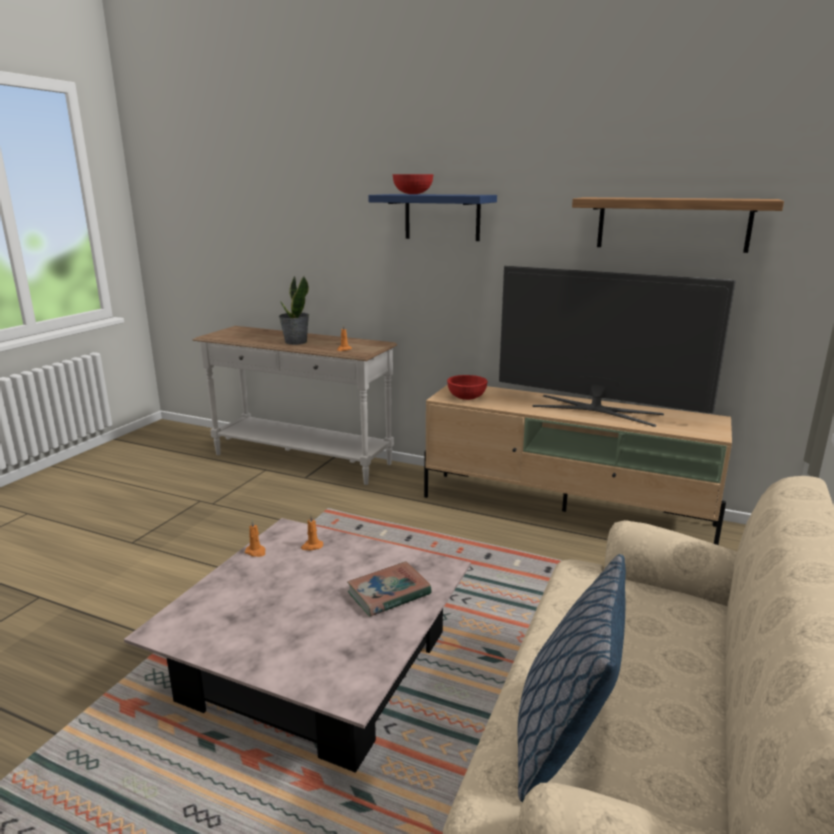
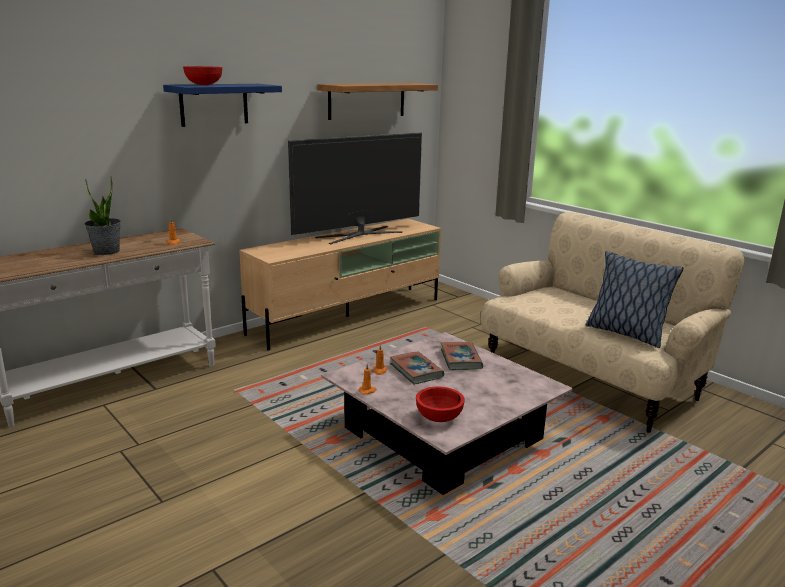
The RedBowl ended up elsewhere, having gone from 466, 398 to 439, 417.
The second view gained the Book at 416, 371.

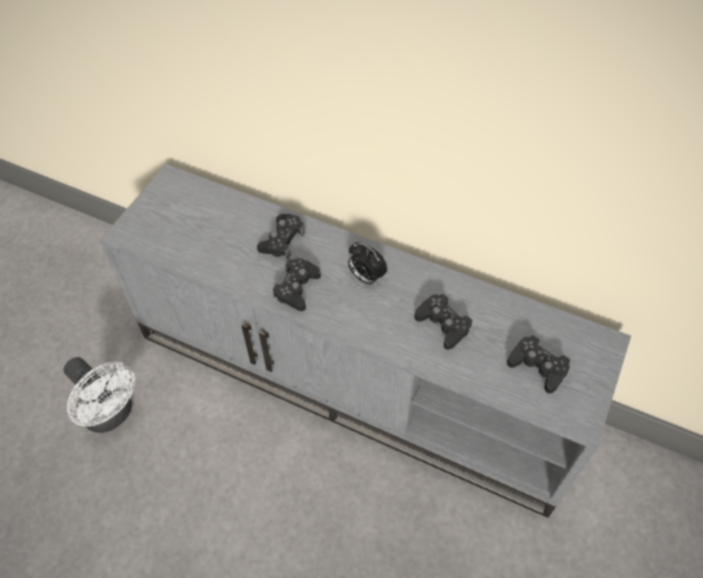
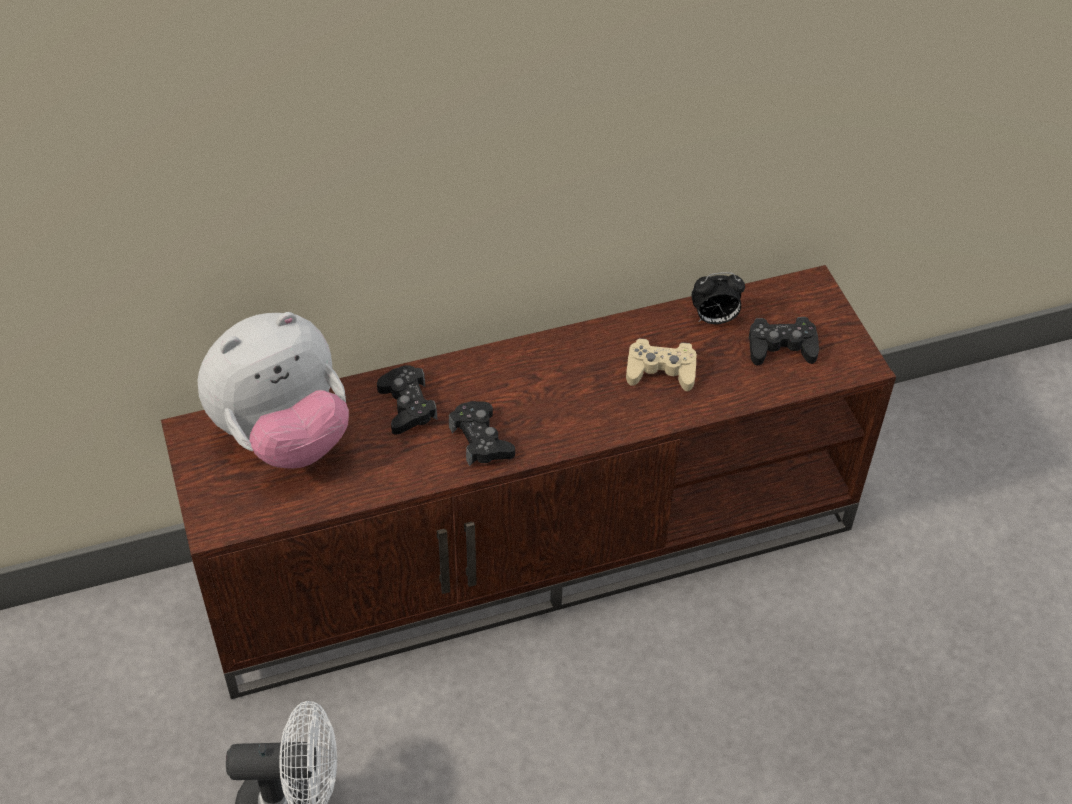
What was the GreyTvStand at 356, 378 turned into the BrownTvStand at 533, 547.
The AlarmClock ended up elsewhere, having gone from 366, 277 to 714, 319.
What was the BlackGameController at 443, 324 turned into the BeigeGameController at 660, 371.
The second view gained the PlushToy at 283, 436.

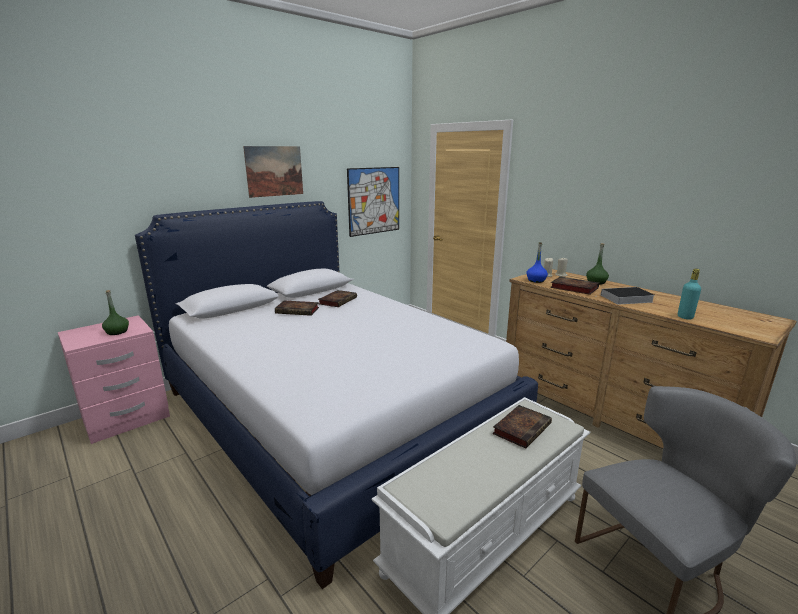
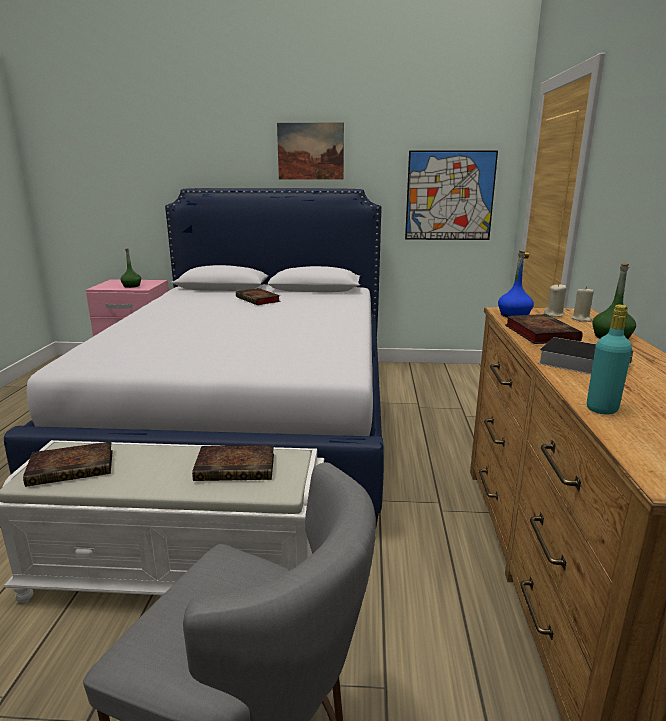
The Book ended up elsewhere, having gone from 338, 300 to 74, 467.

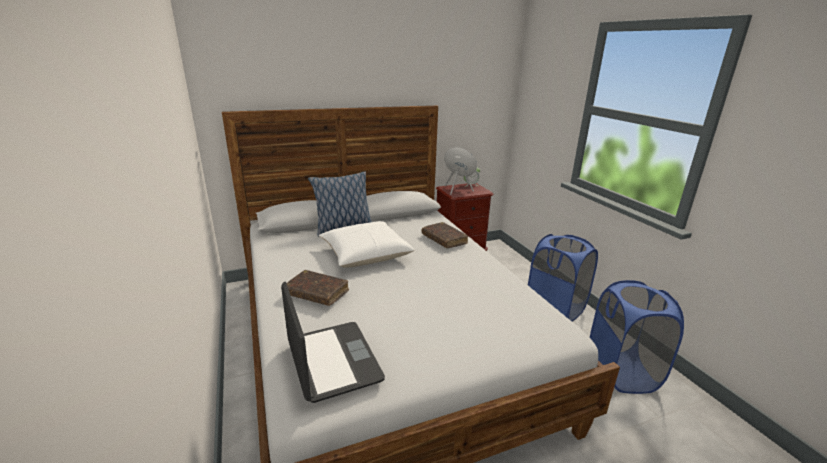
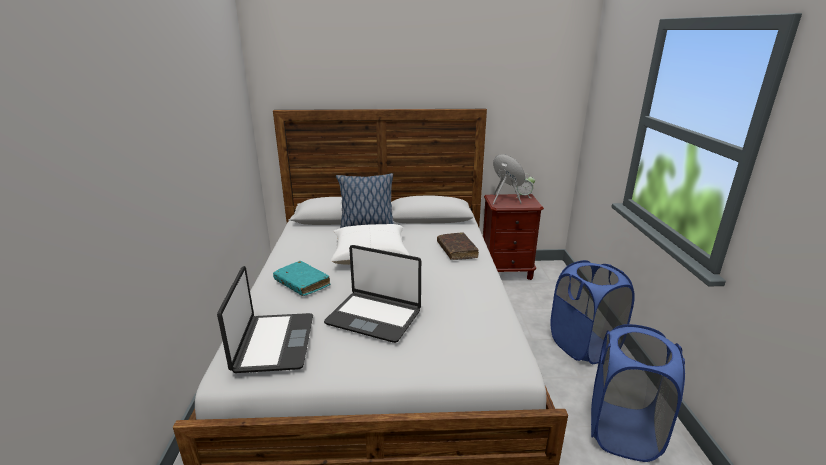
What was the BrownBook at 317, 293 turned into the TurquoiseBook at 302, 283.
The second view gained the Laptop at 374, 316.

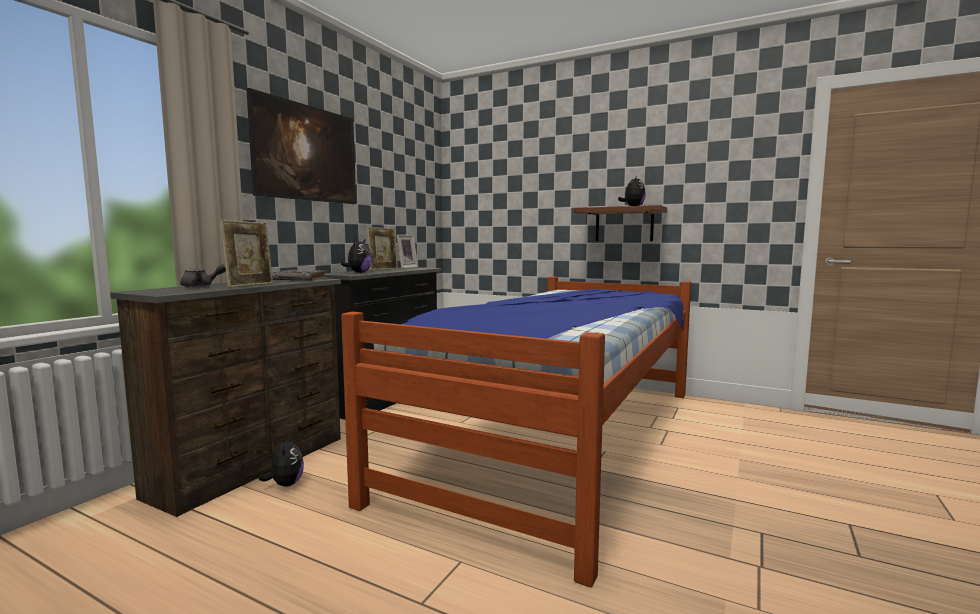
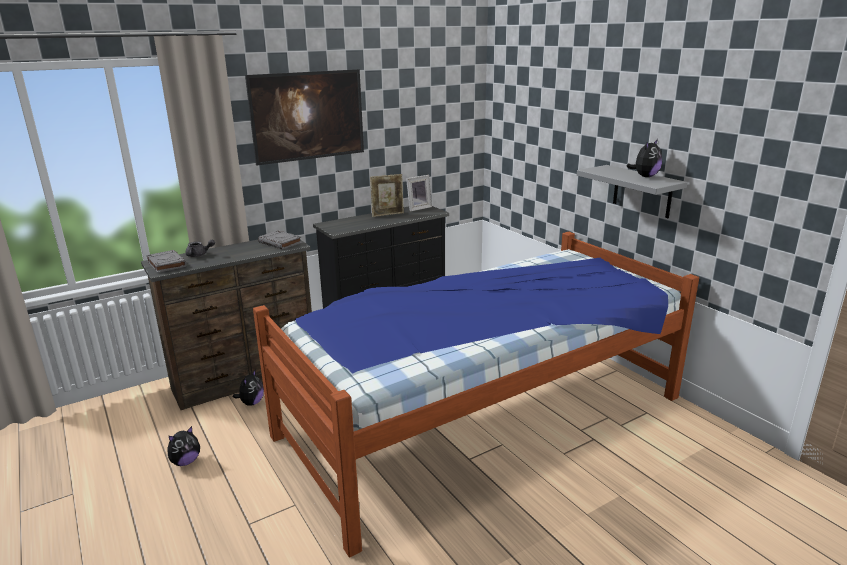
What was the BrownShelf at 624, 224 turned into the GreyShelf at 642, 191.
The second view lost the PictureFrame at 250, 285.
The PlushToy ended up elsewhere, having gone from 359, 272 to 185, 462.
The second view gained the GreyBook at 166, 264.

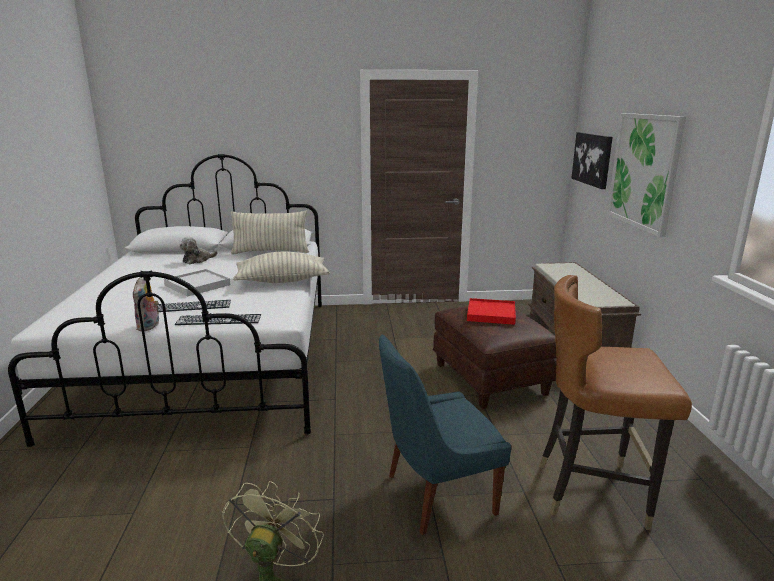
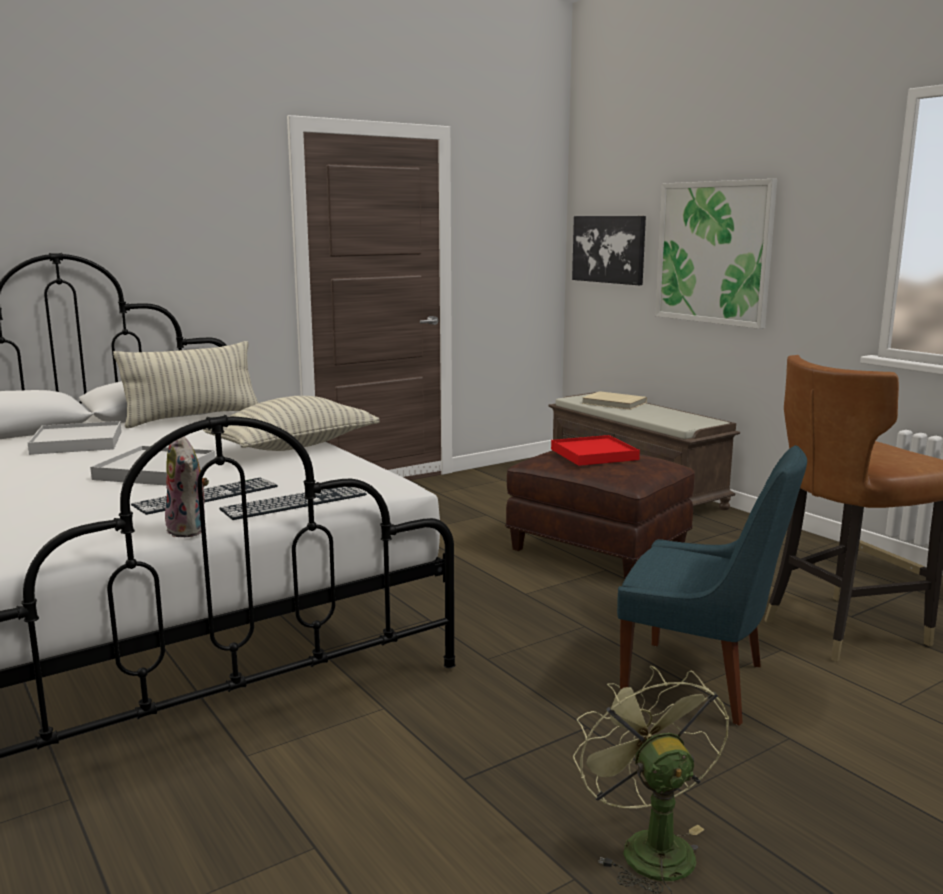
Where the PlushToy stood at 197, 260, the WhiteTray came to stand at 78, 442.
The BlueChair at 436, 495 ended up facing another way, 105 degrees counterclockwise from before.
The second view gained the BeigeBook at 613, 403.

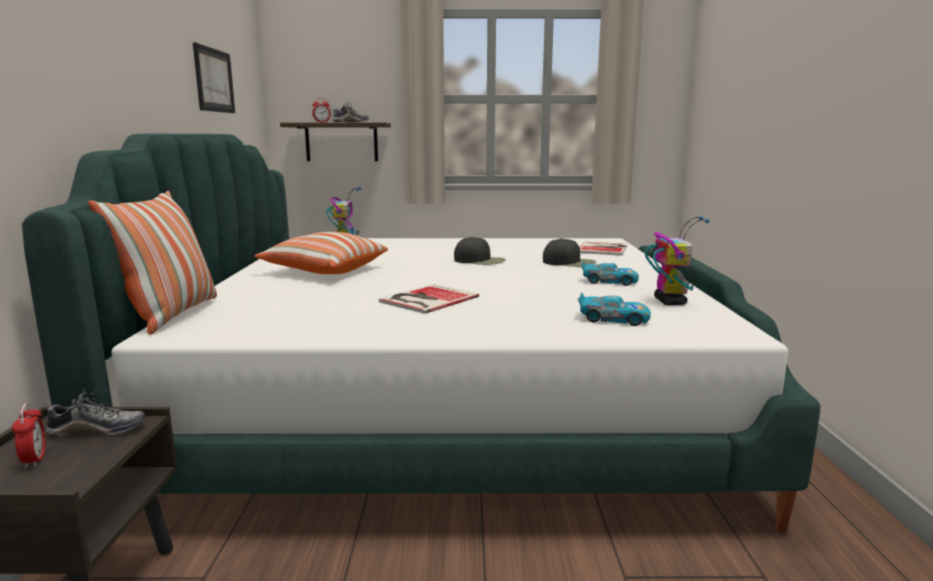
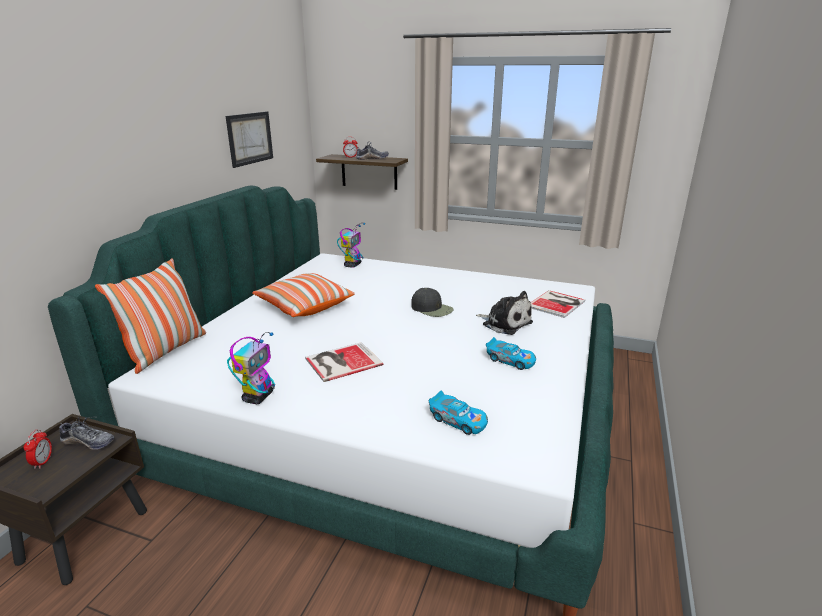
The ToyRobot ended up elsewhere, having gone from 669, 301 to 258, 397.
Where the BlackCap stood at 570, 262, the PlushToy came to stand at 505, 323.

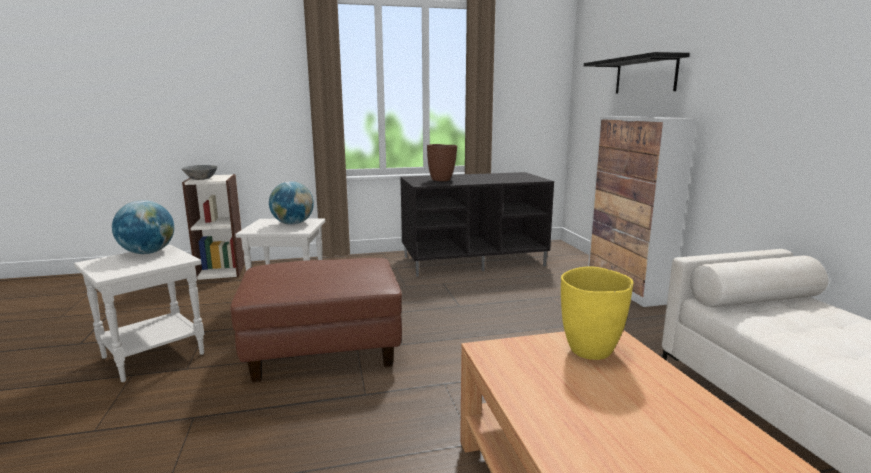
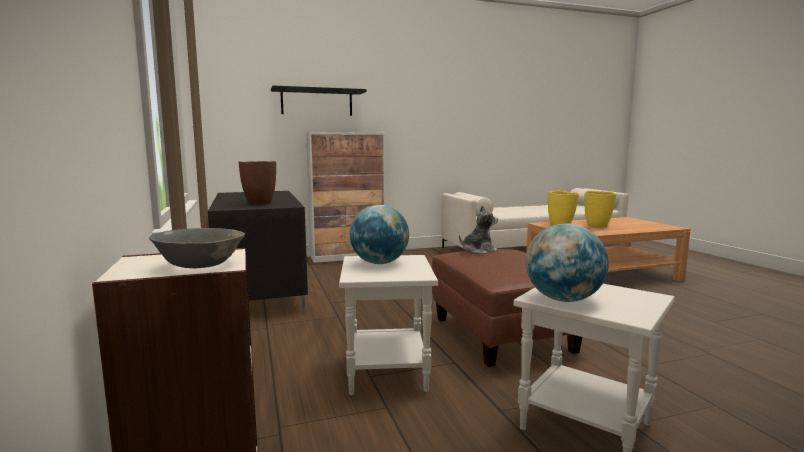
The second view gained the YellowVase at 597, 226.
The second view gained the PlushToy at 478, 251.

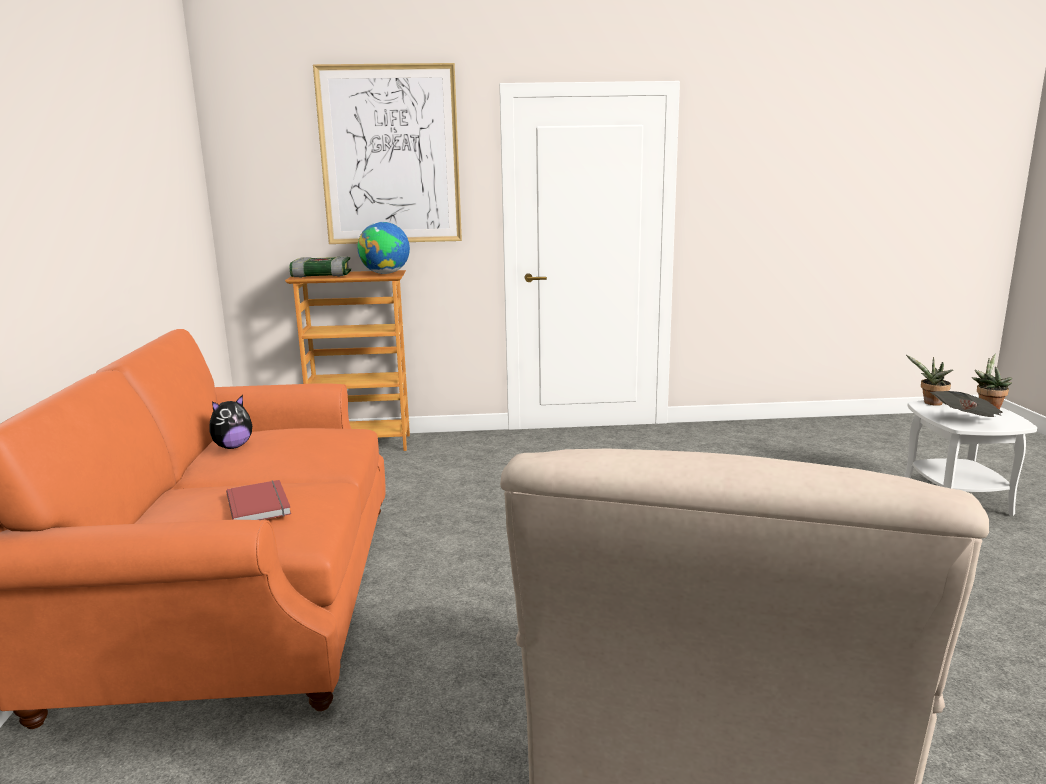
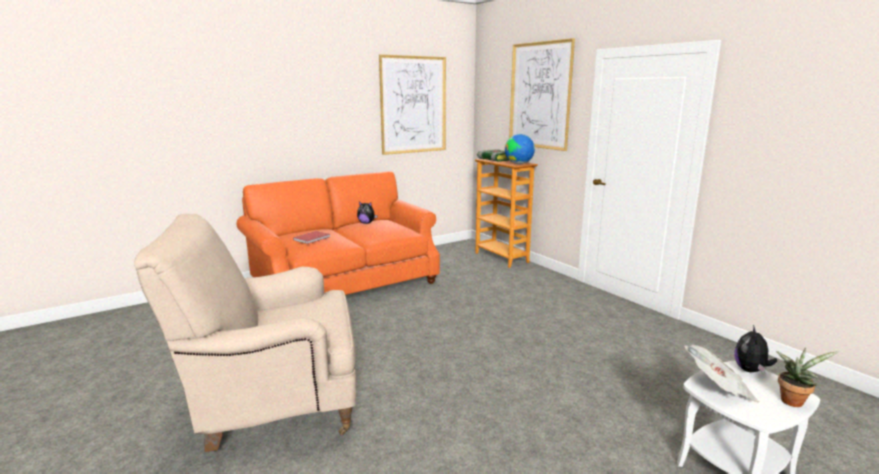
Where the PottedPlant stood at 930, 403, the PlushToy came to stand at 750, 370.
The second view gained the Picture at 413, 105.

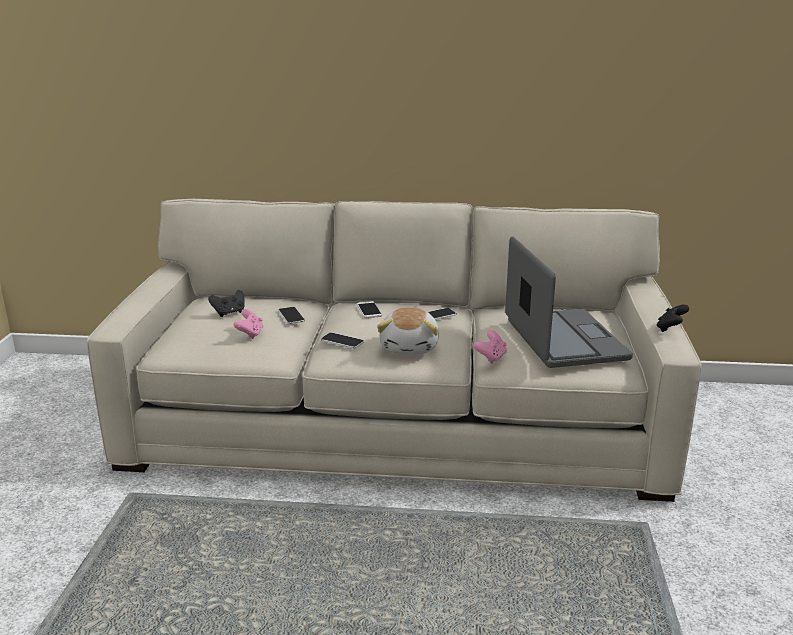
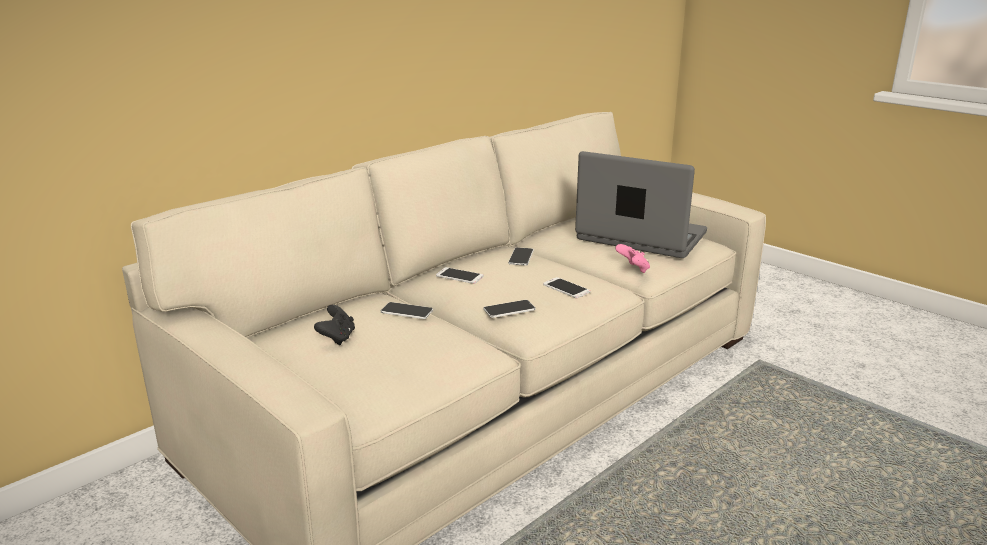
The second view lost the BlackGameController at 670, 329.
Where the PlushToy stood at 410, 347, the Phone came to stand at 566, 288.
The second view lost the PinkGameController at 250, 334.

